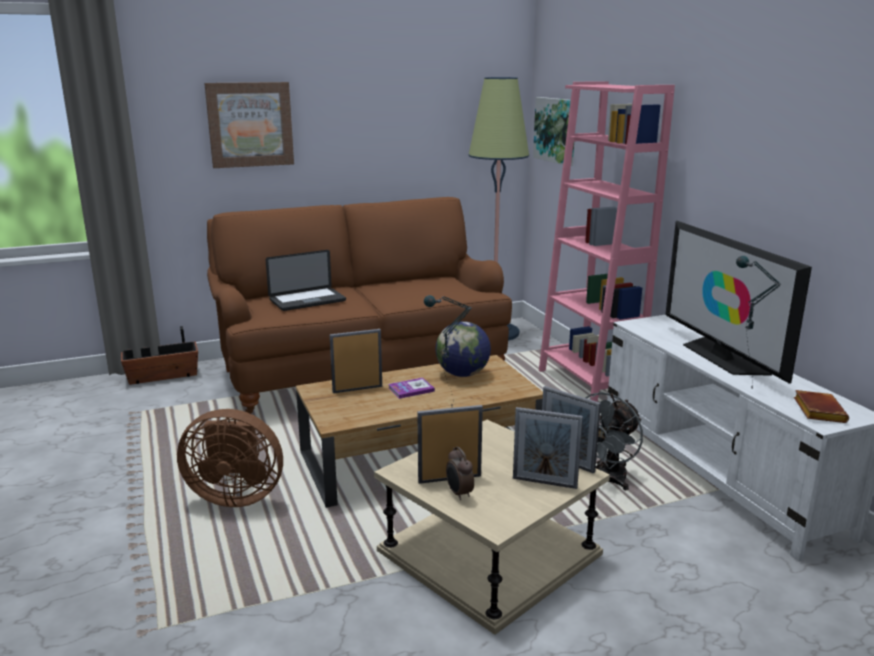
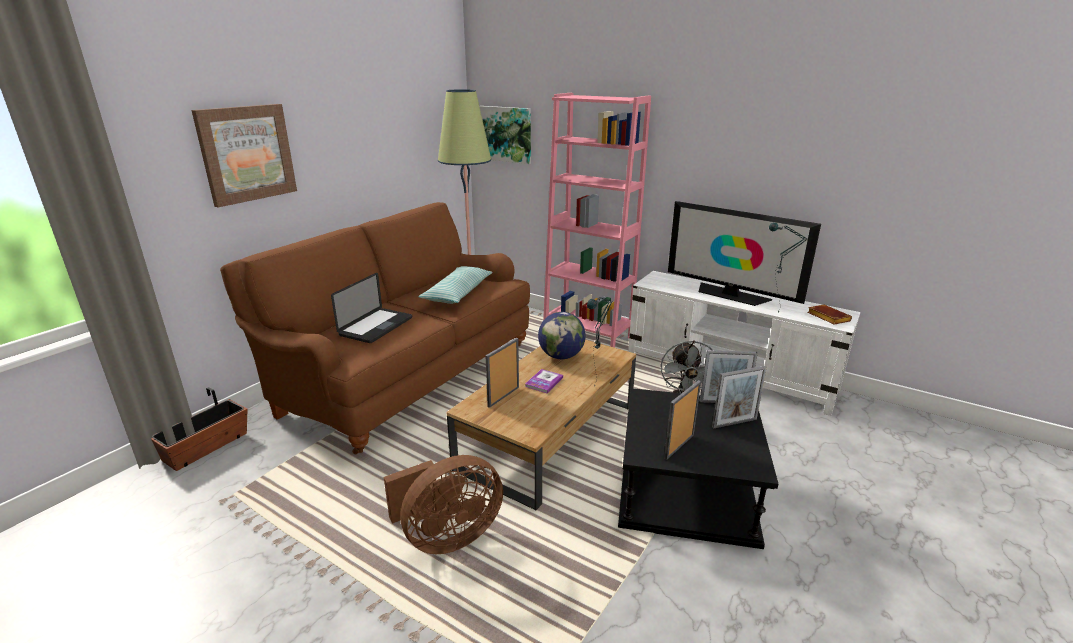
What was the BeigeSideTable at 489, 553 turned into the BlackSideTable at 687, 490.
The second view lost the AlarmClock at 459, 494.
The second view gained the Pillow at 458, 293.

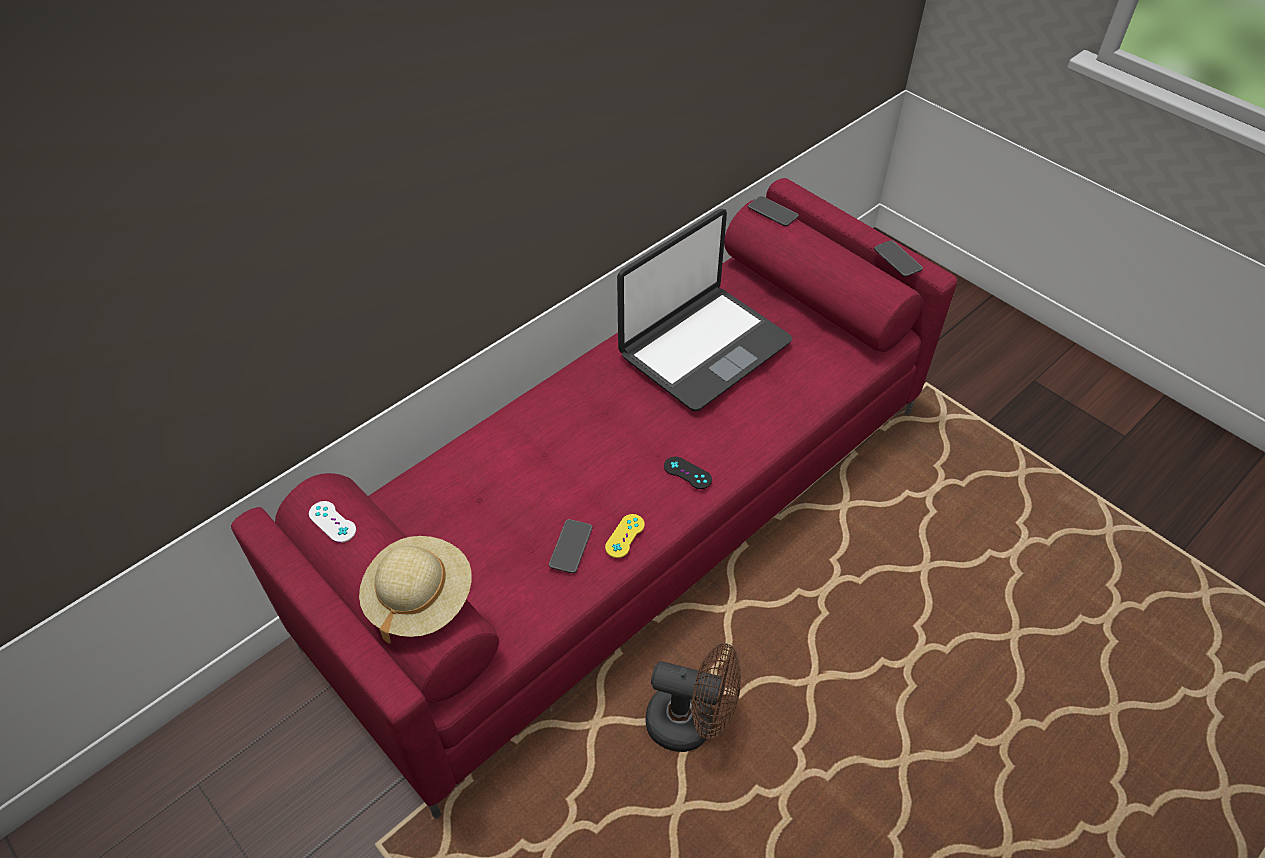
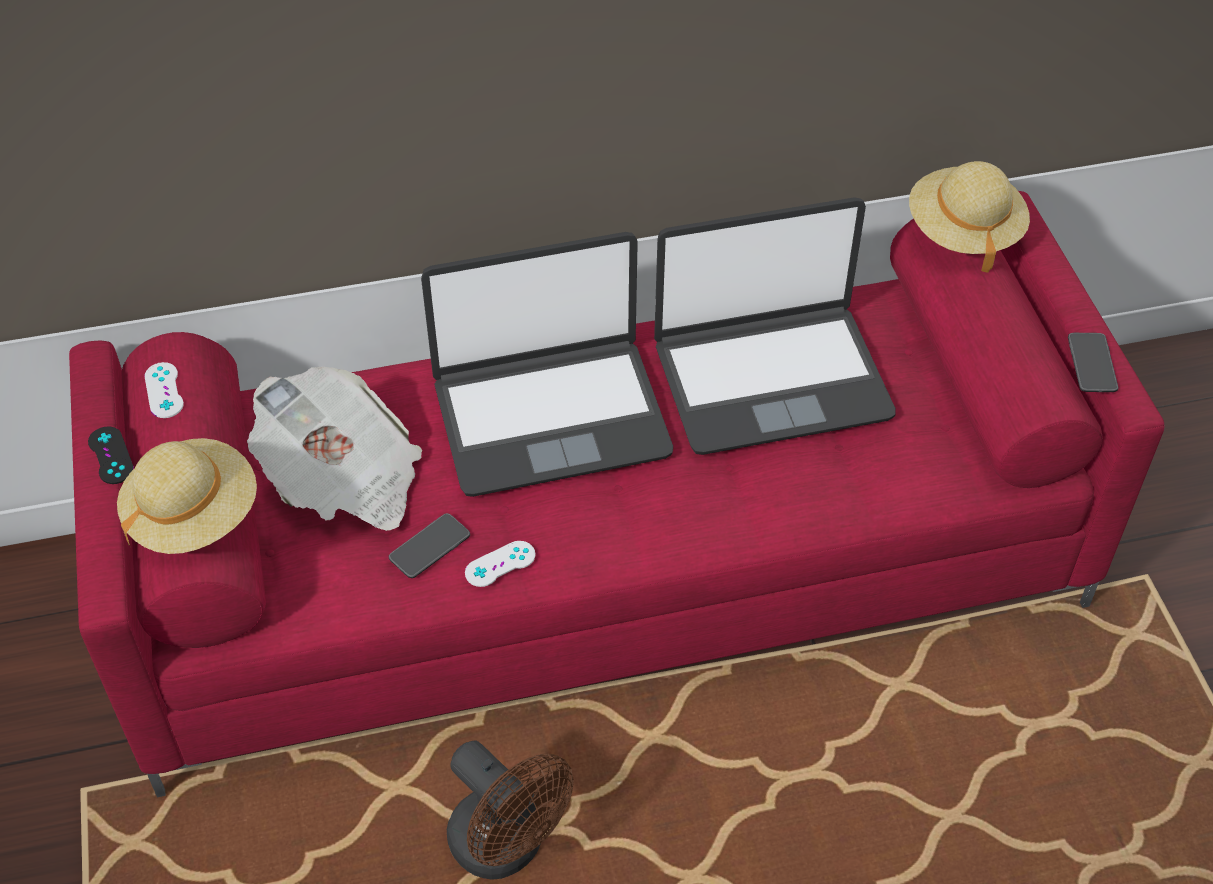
Where the Phone stood at 772, 212, the BeigeHat came to stand at 963, 232.
The BlackGameController ended up elsewhere, having gone from 687, 473 to 111, 455.
What was the YellowGameController at 625, 536 turned into the WhiteGameController at 500, 564.
The second view gained the Laptop at 550, 417.
The second view gained the Newspaper at 343, 479.

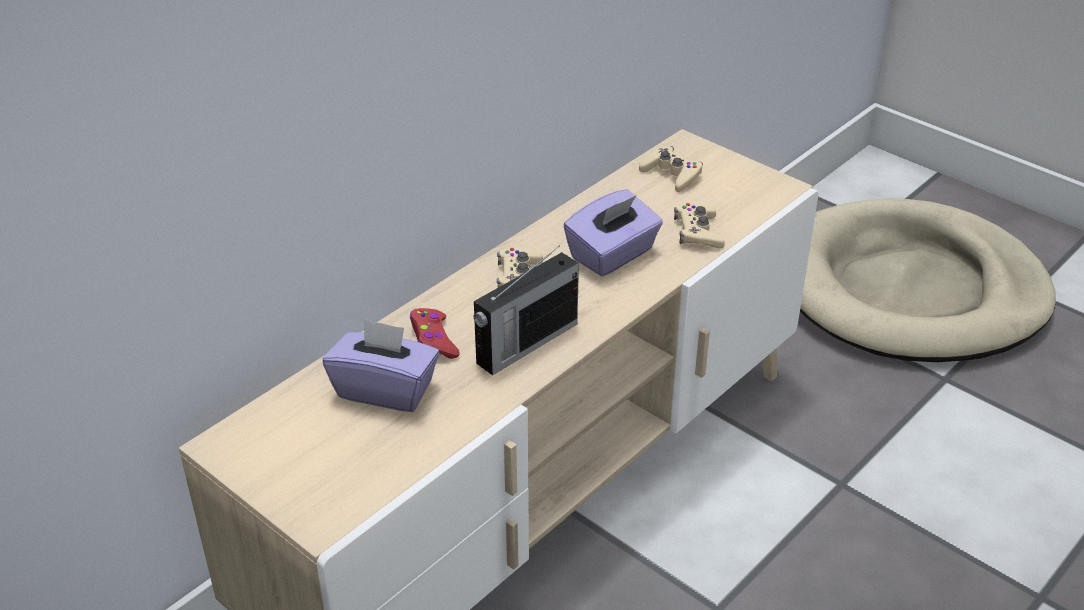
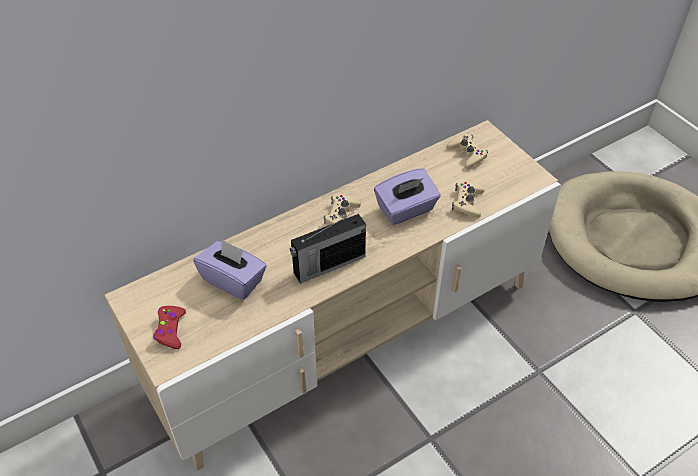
The RedGameController ended up elsewhere, having gone from 433, 340 to 170, 330.

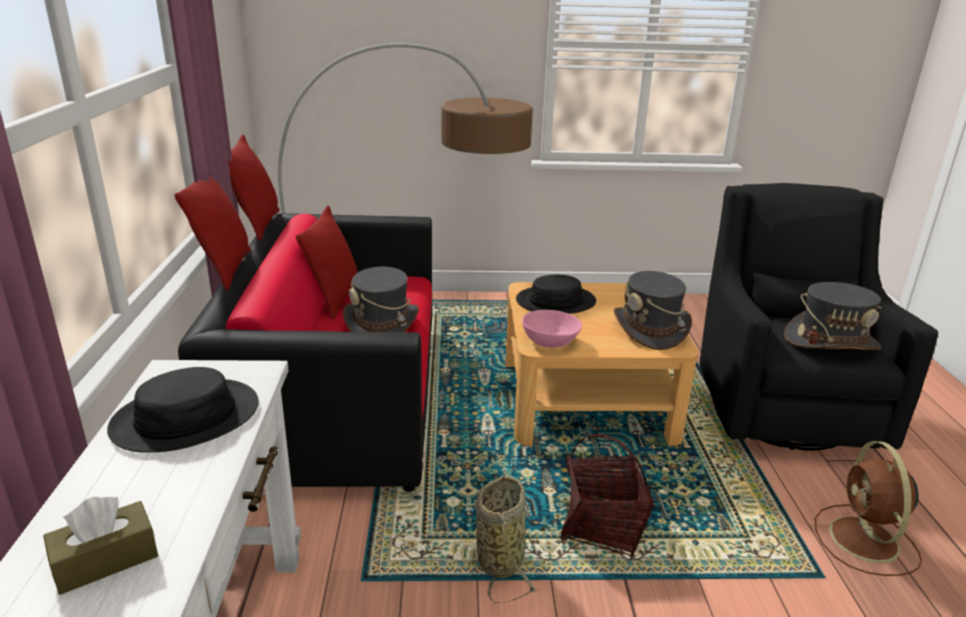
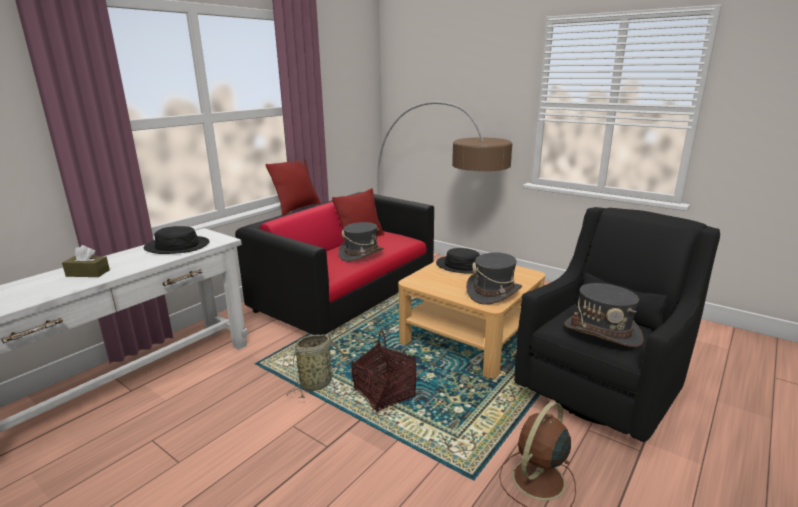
The second view lost the RedPillow at 257, 225.
The second view lost the PinkBowl at 550, 341.

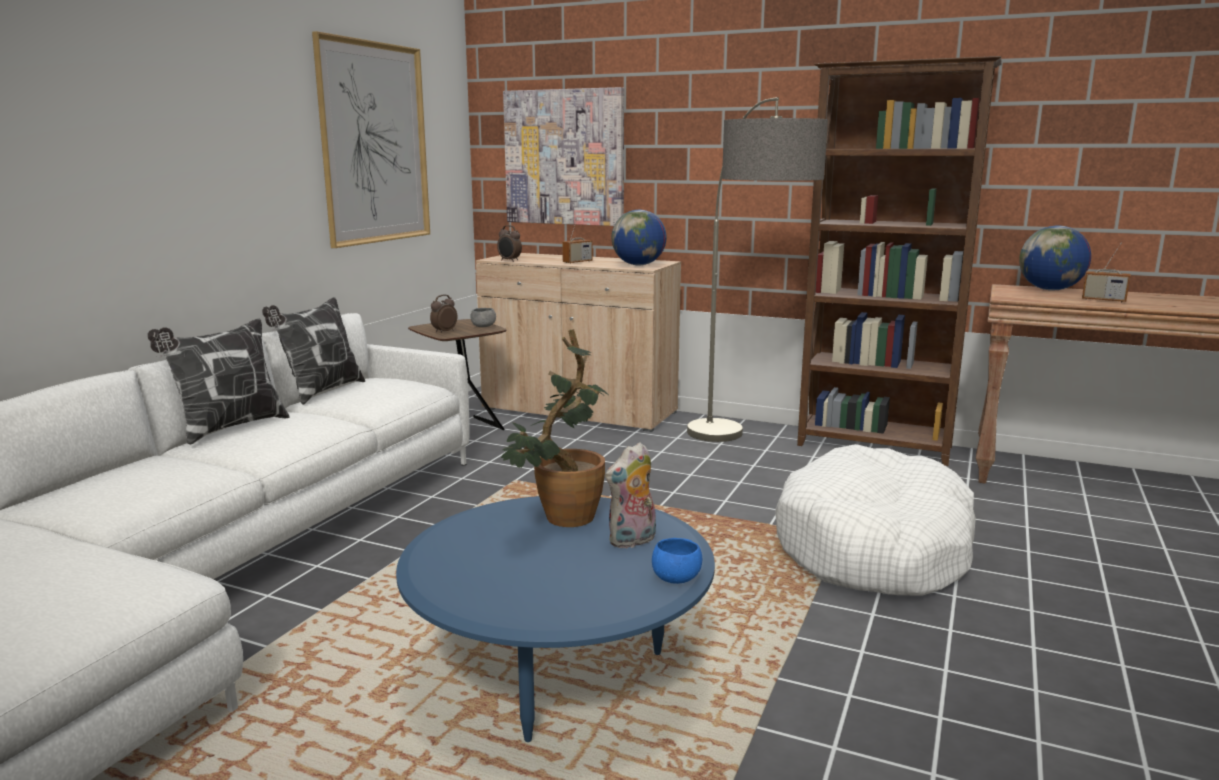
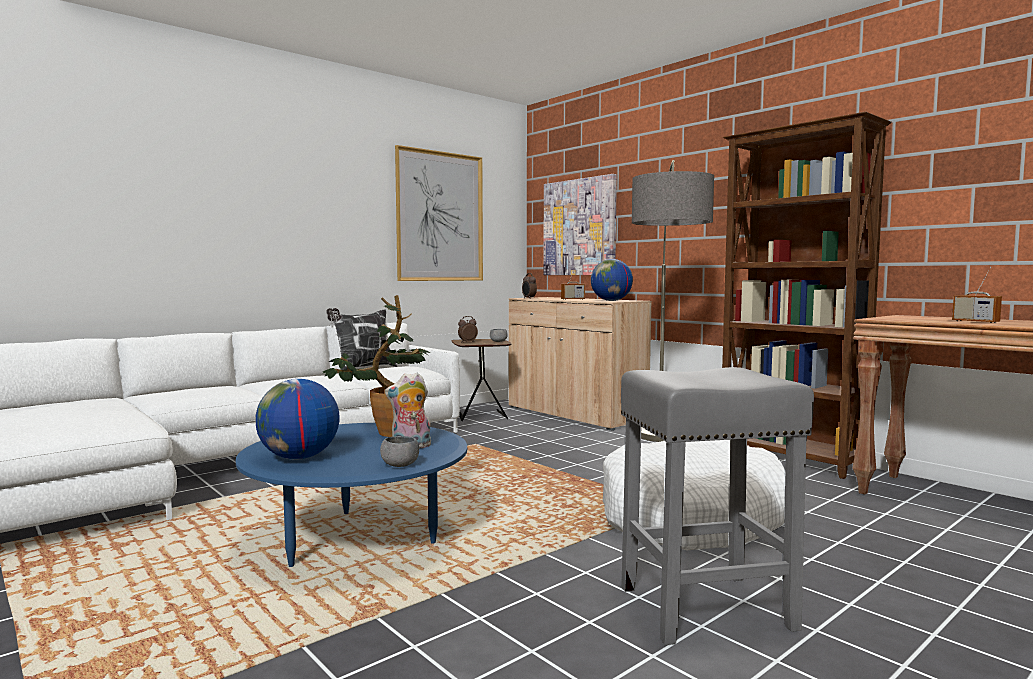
The Globe ended up elsewhere, having gone from 1050, 290 to 299, 458.
The second view lost the Pillow at 228, 428.
What was the BlueBowl at 676, 579 turned into the GreyBowl at 400, 465.
The second view gained the GreyStool at 702, 608.

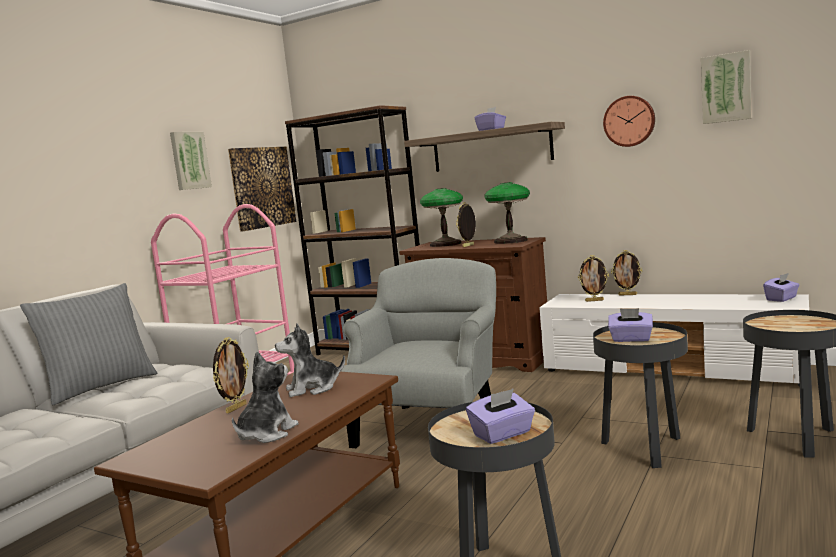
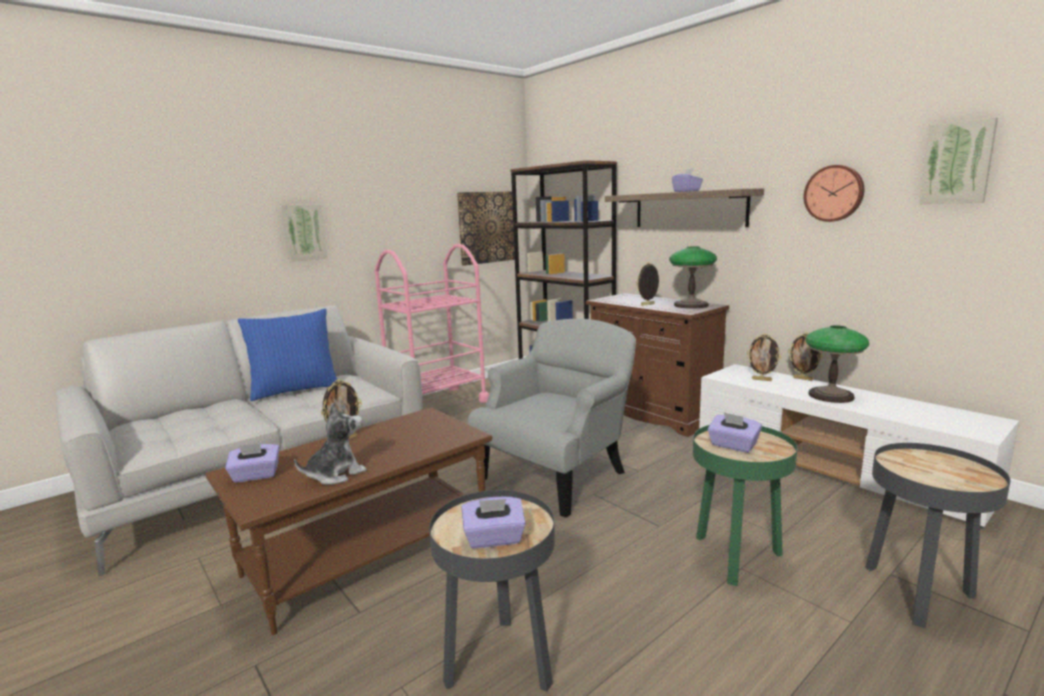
The Picture ended up elsewhere, having gone from 189, 160 to 304, 232.
The TableLamp ended up elsewhere, having gone from 445, 244 to 830, 395.
The PurpleTissueBox ended up elsewhere, having gone from 781, 299 to 256, 476.
What was the GreyPillow at 100, 387 turned into the BluePillow at 295, 390.
What was the BlackSideTable at 645, 448 turned into the GreenSideTable at 737, 557.
The second view lost the PlushToy at 312, 388.

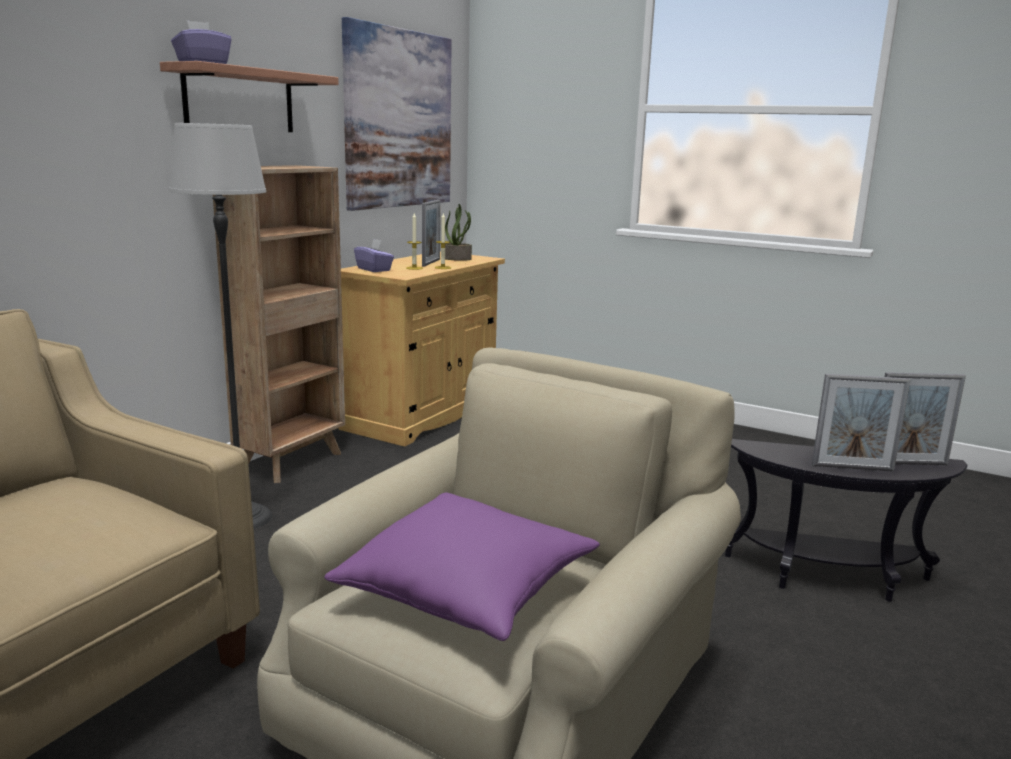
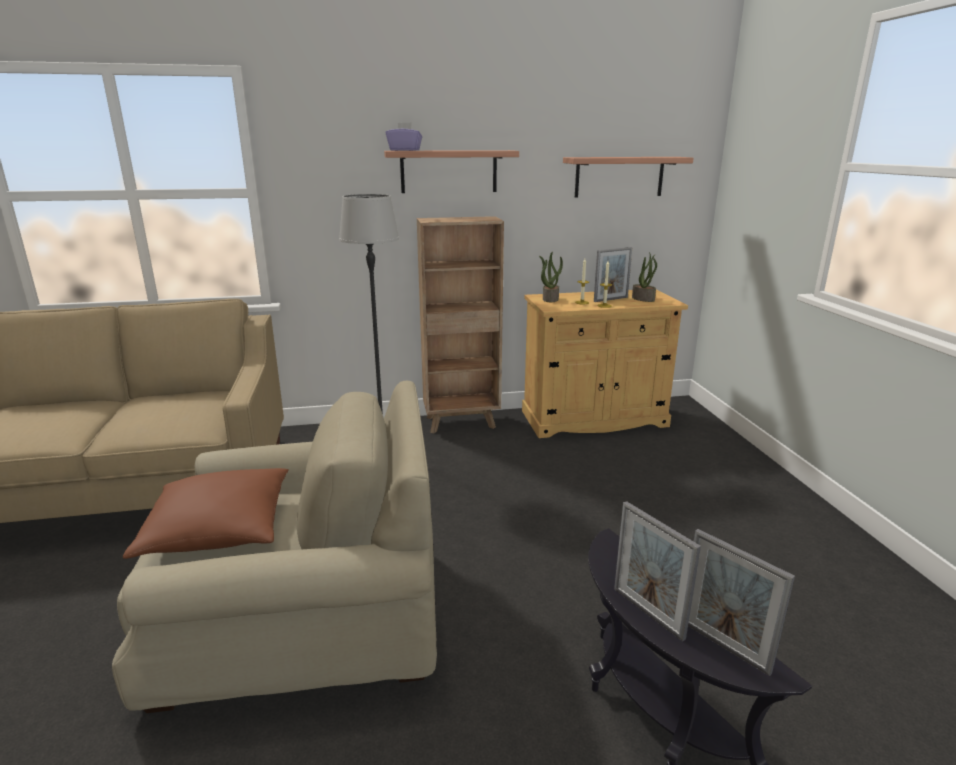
Where the Picture hung at 399, 119, the Shelf came to hang at 619, 177.
Where the PurpleTissueBox stood at 374, 269, the PottedPlant came to stand at 550, 299.
What was the PurplePillow at 467, 590 turned into the BrownPillow at 219, 530.

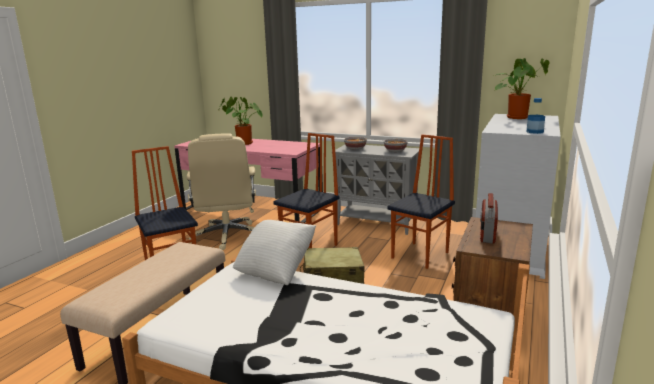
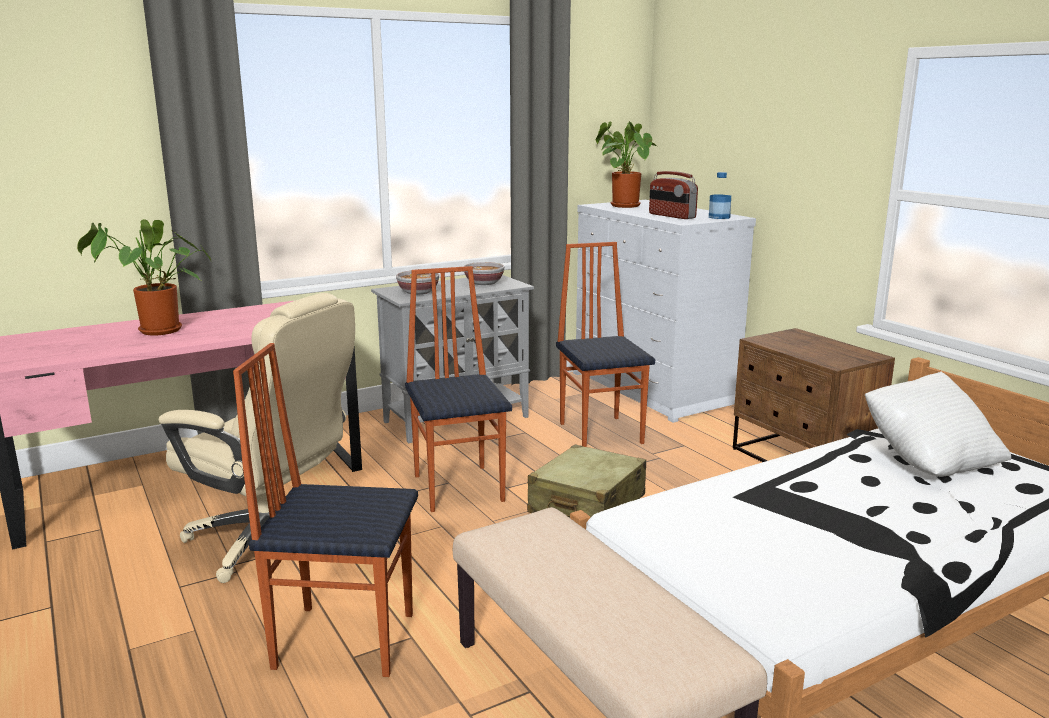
The Radio ended up elsewhere, having gone from 487, 234 to 671, 216.
The WhitePillow ended up elsewhere, having gone from 276, 271 to 929, 461.

